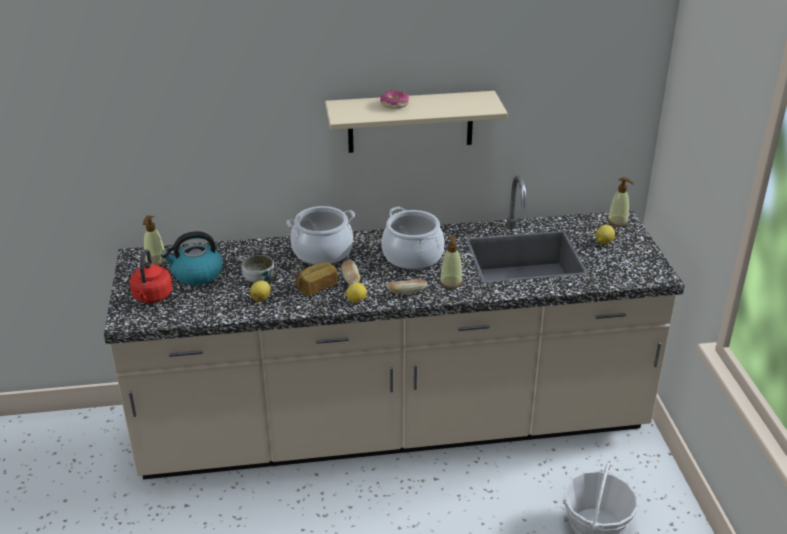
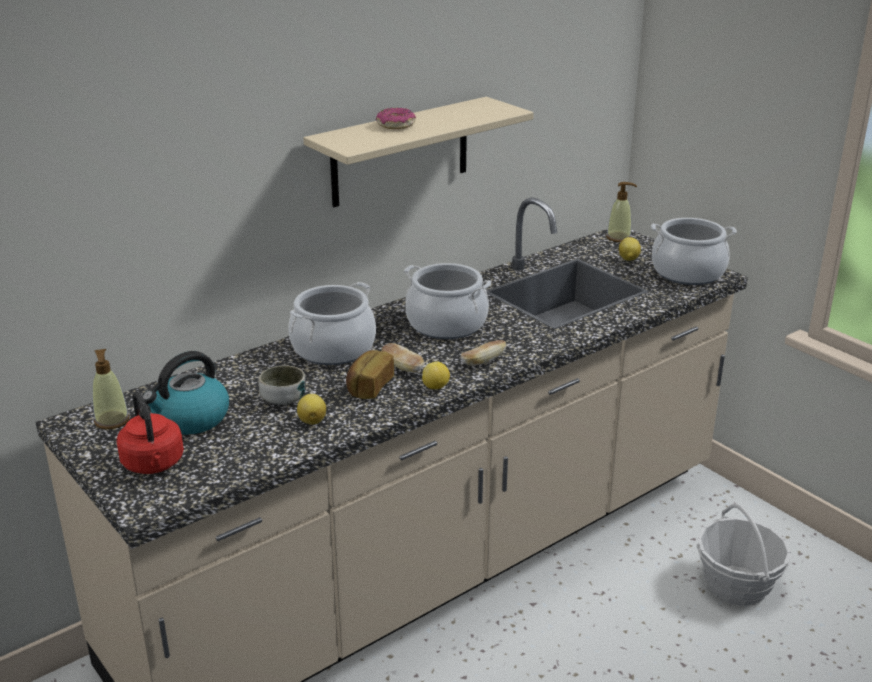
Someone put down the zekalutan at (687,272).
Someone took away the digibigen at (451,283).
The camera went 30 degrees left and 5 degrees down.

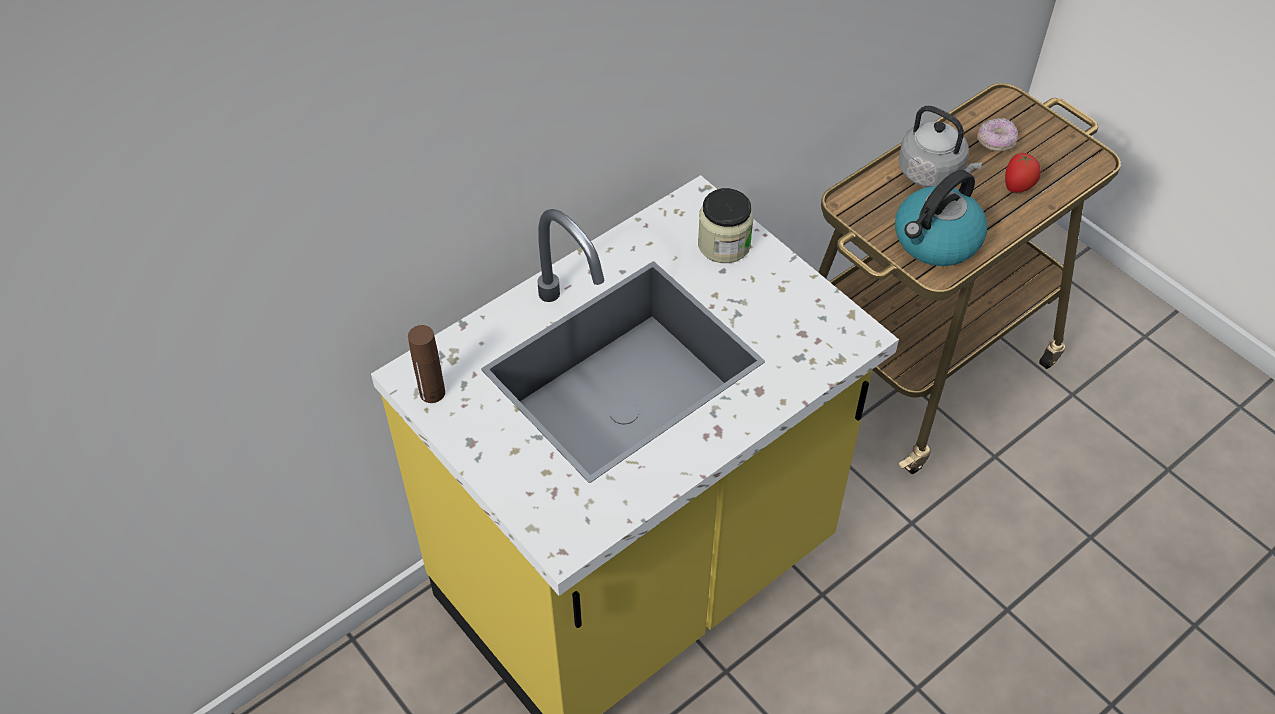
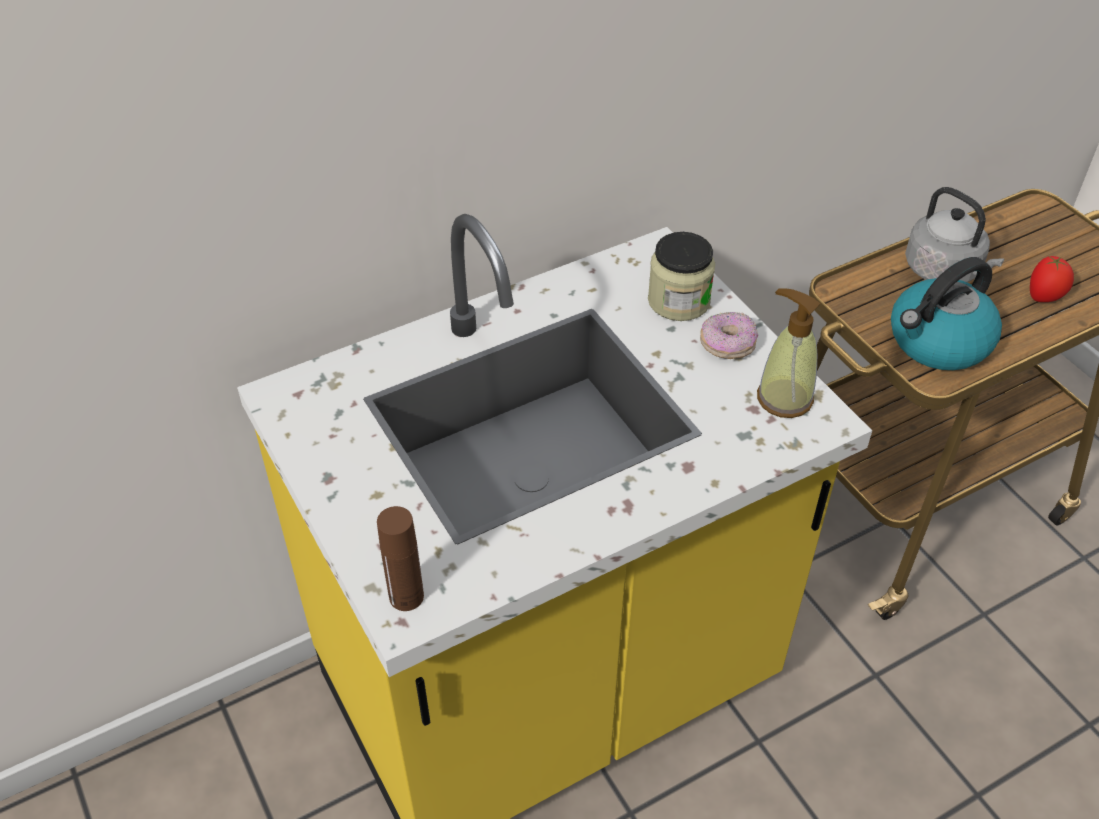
Someone carried the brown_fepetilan from (432,392) to (406,596).
Someone carried the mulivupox from (996,142) to (727,345).
Someone put down the digibigen at (784,398).
The camera went 10 degrees right and 5 degrees down.

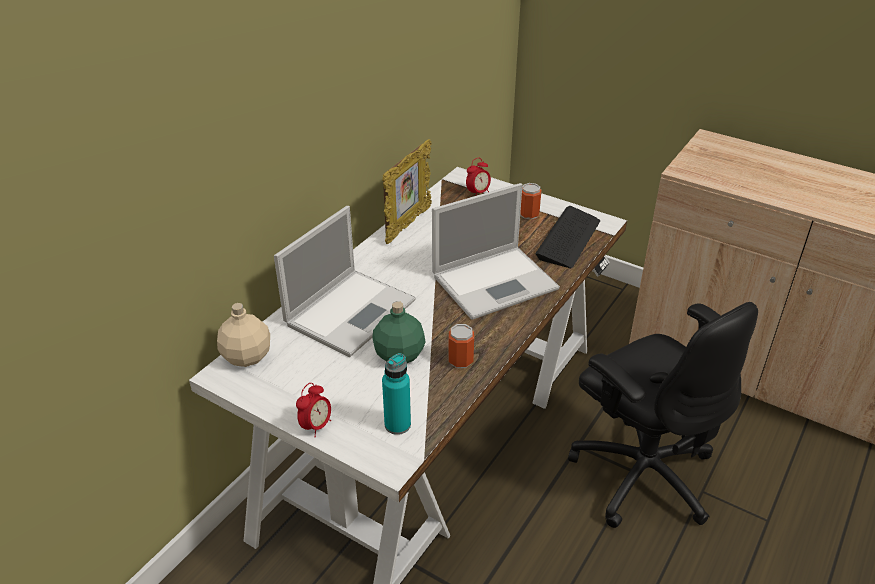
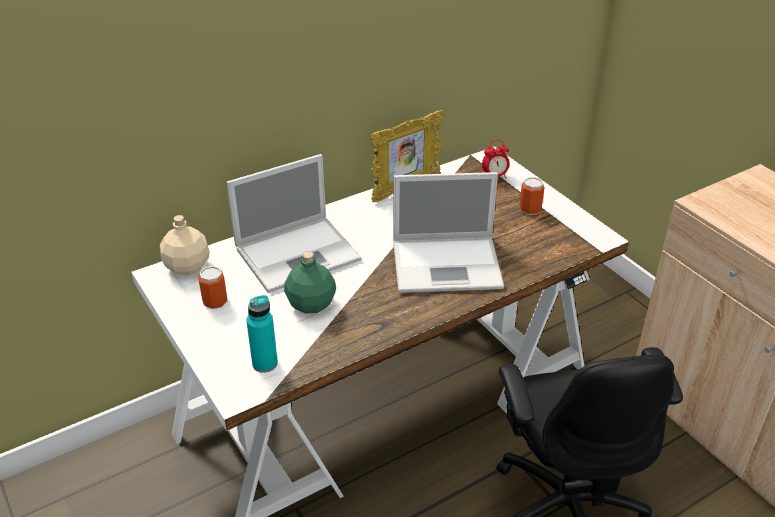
Someone carried the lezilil from (460,360) to (215,302).
Someone took away the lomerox at (316,426).
Someone took away the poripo at (568,239).
The camera went 25 degrees right and 0 degrees up.

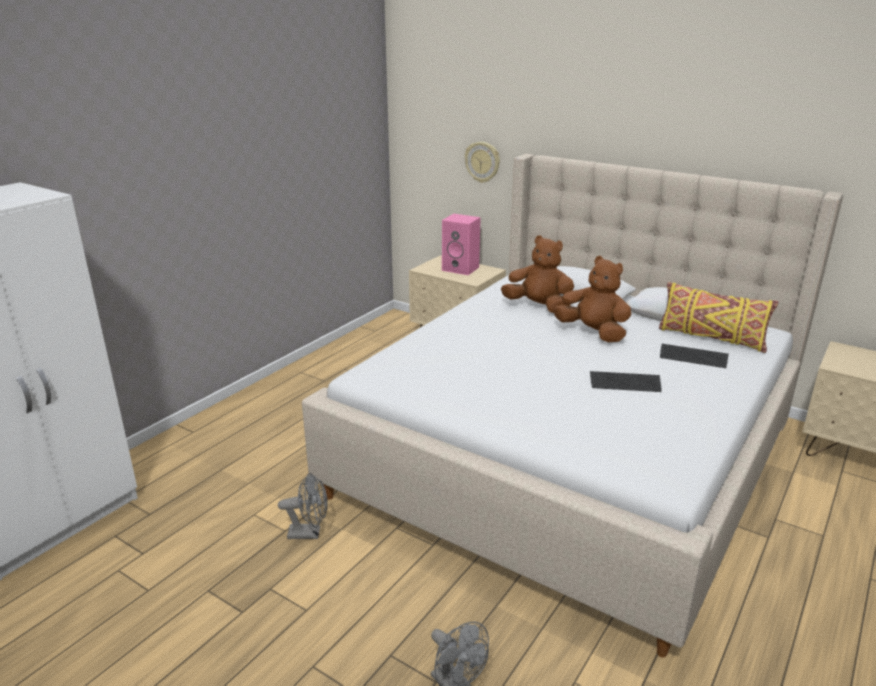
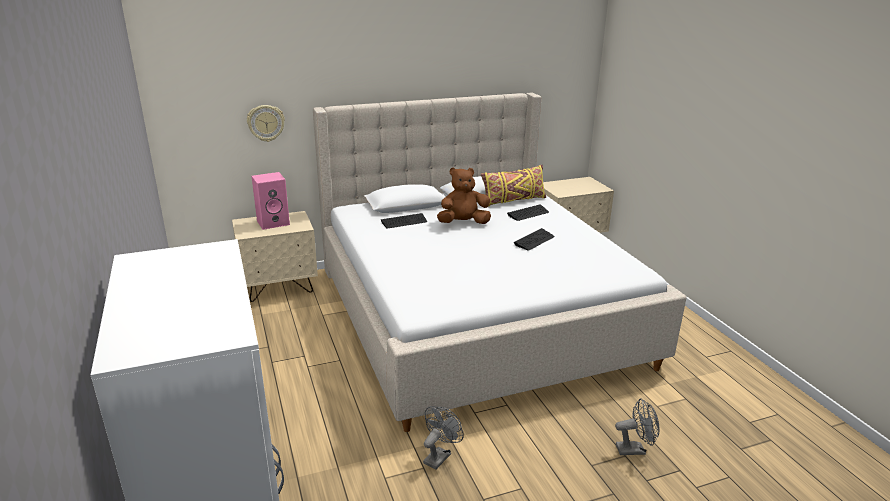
Someone swapped the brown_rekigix at (538,307) for the poripo at (404,222).
The camera went 55 degrees left and 0 degrees up.

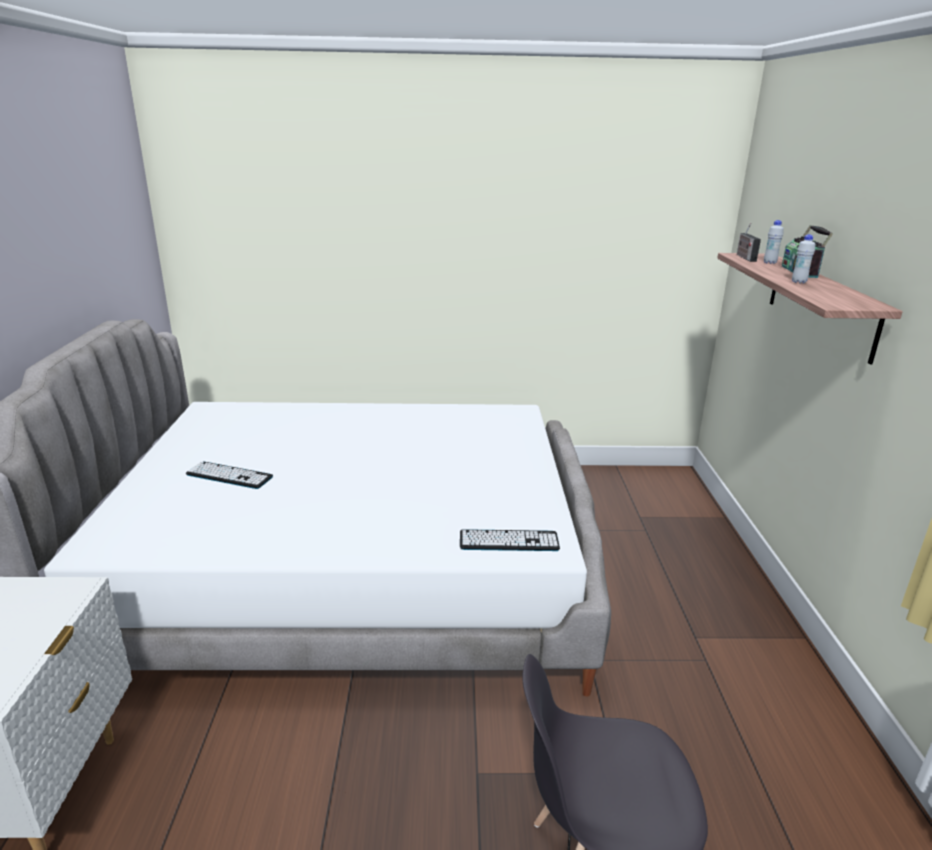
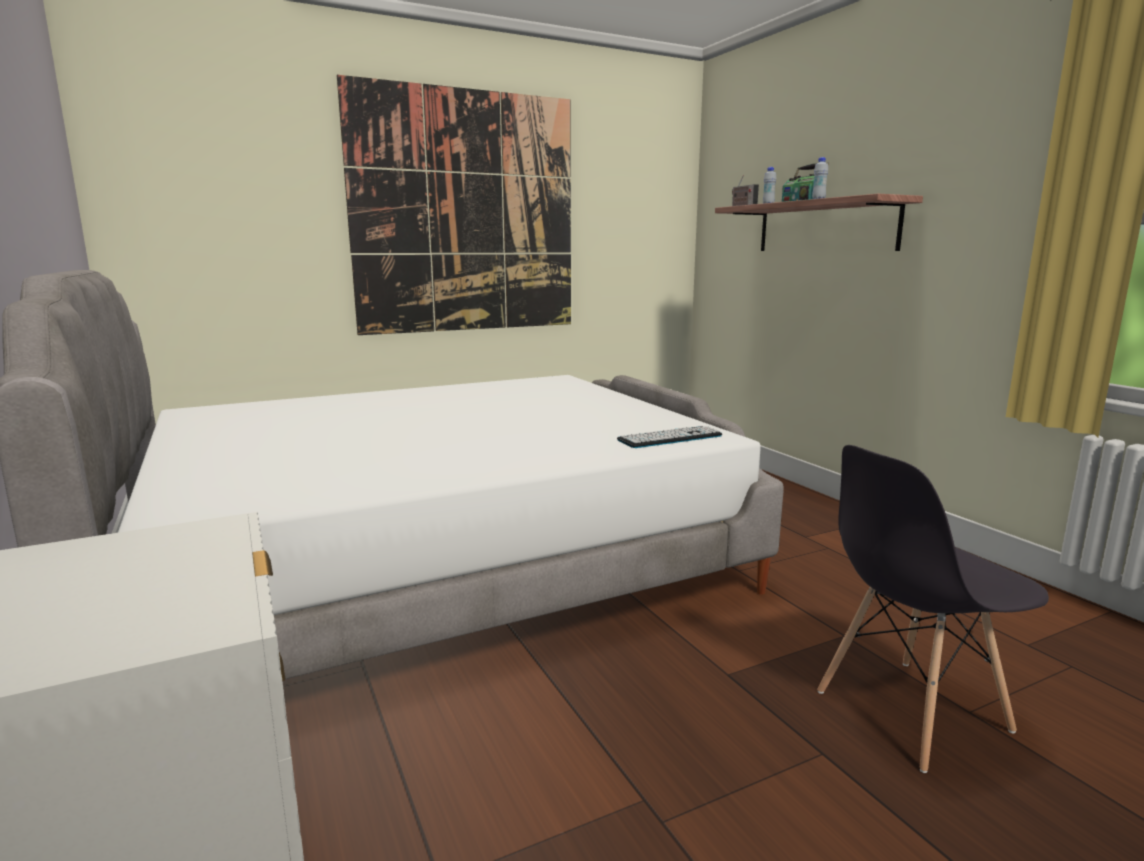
Someone put up the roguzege at (466,213).
Someone took away the poripo at (229,476).
The camera went 25 degrees left and 10 degrees down.

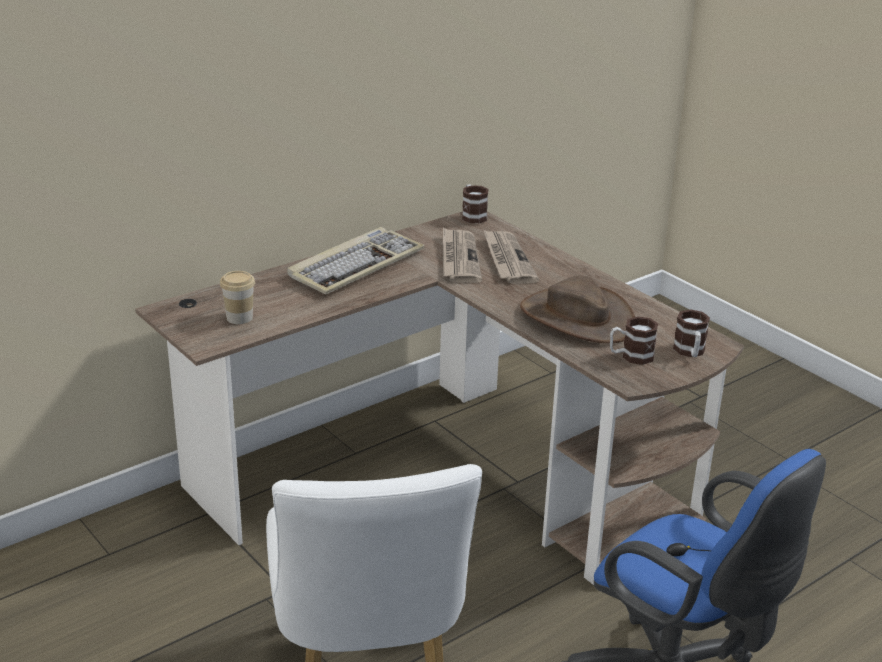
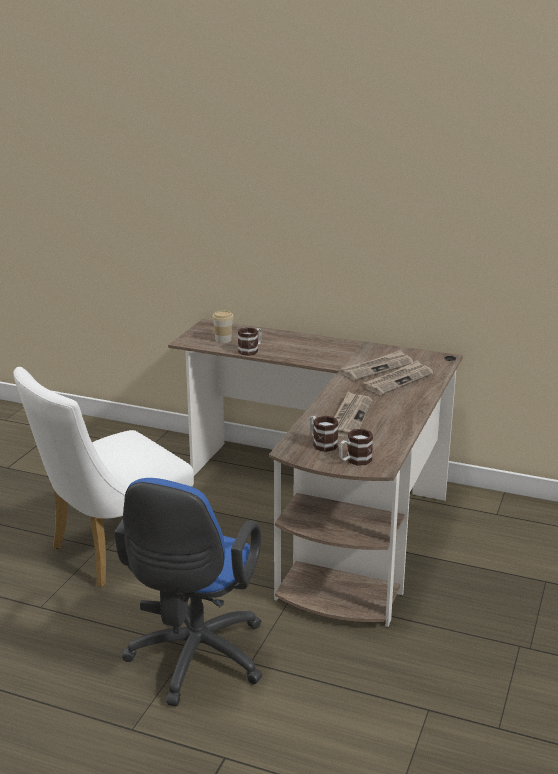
Someone carried the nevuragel from (472,215) to (251,350).
Someone swapped the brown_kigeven at (576,318) for the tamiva at (350,417).
Someone took away the poripo at (356,265).
The camera went 60 degrees right and 5 degrees down.

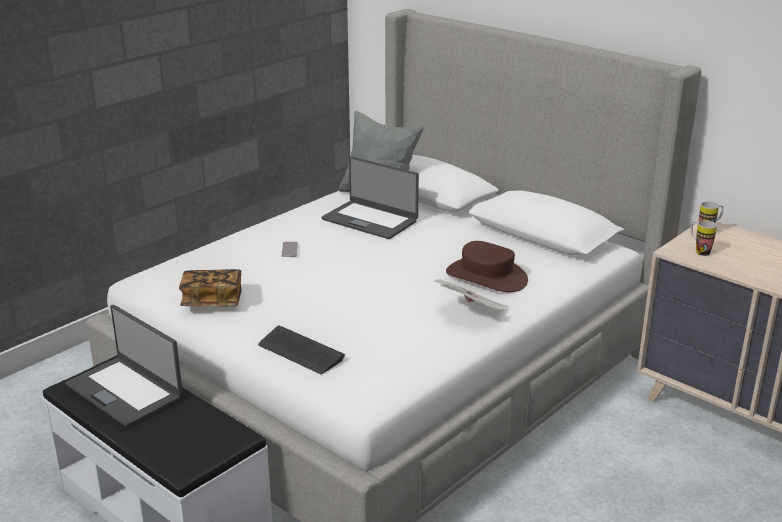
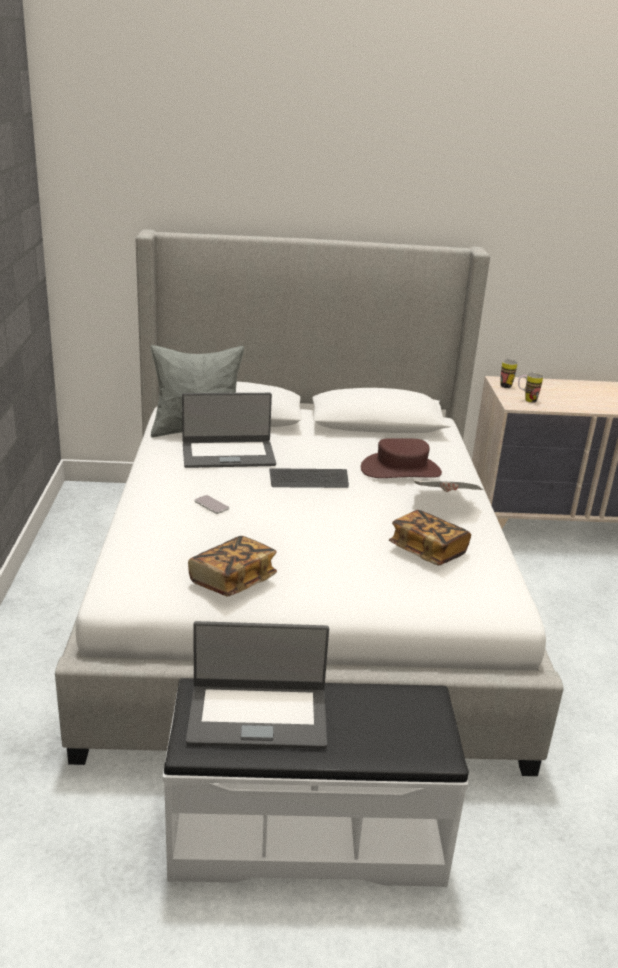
Someone carried the poripo from (300,351) to (308,480).
Someone put down the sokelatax at (427,551).
The camera went 45 degrees left and 0 degrees up.

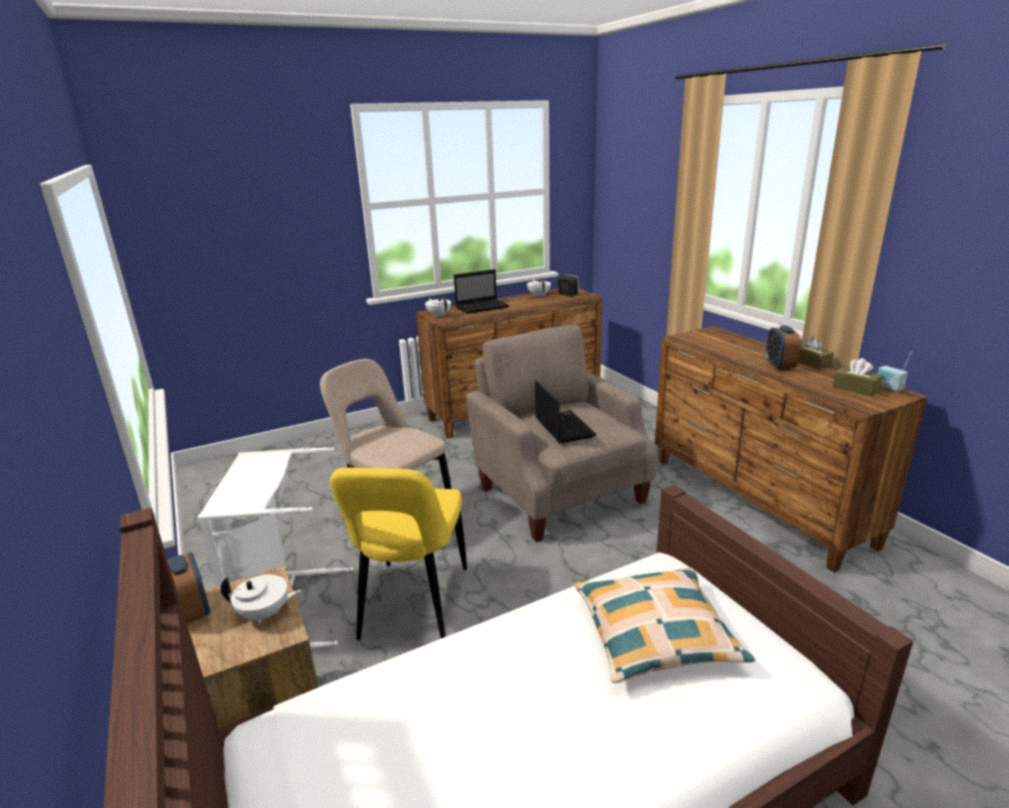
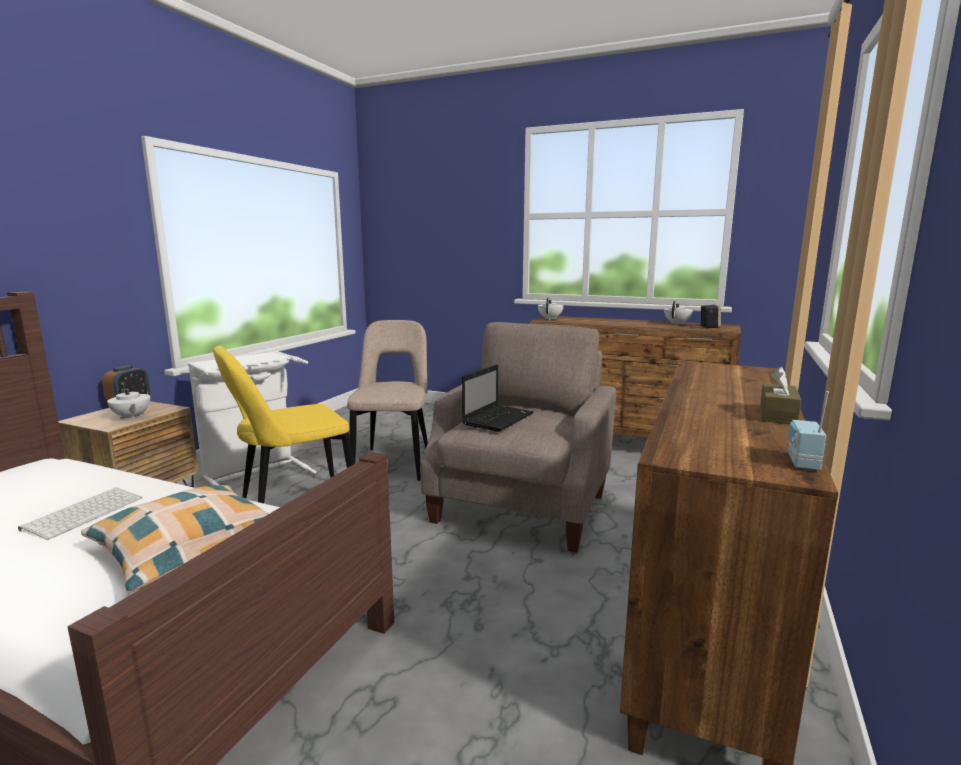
Someone put down the poripo at (84,512).
Someone took away the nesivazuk at (483,307).
Someone took away the lomerox at (779,366).
Someone took away the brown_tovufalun at (855,388).
The camera went 50 degrees right and 10 degrees down.

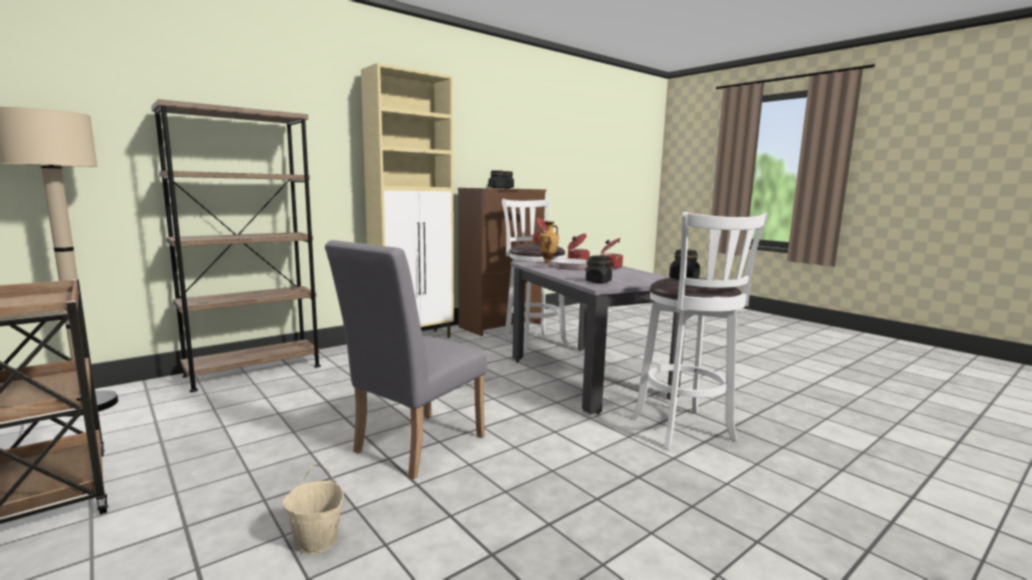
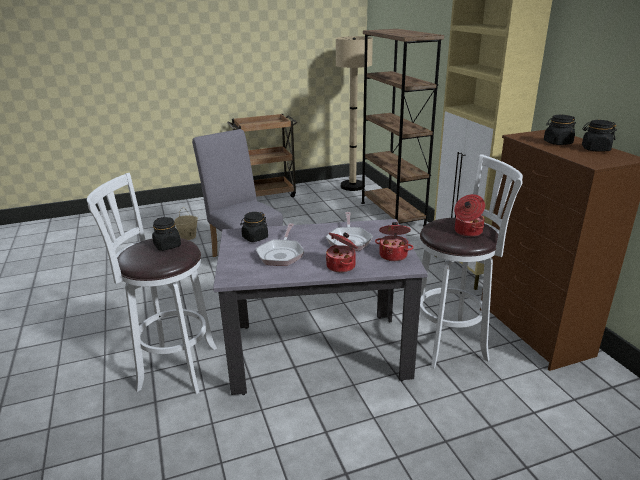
Someone put down the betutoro at (281,254).
Someone took away the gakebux at (548,263).
The camera went 110 degrees right and 15 degrees up.

